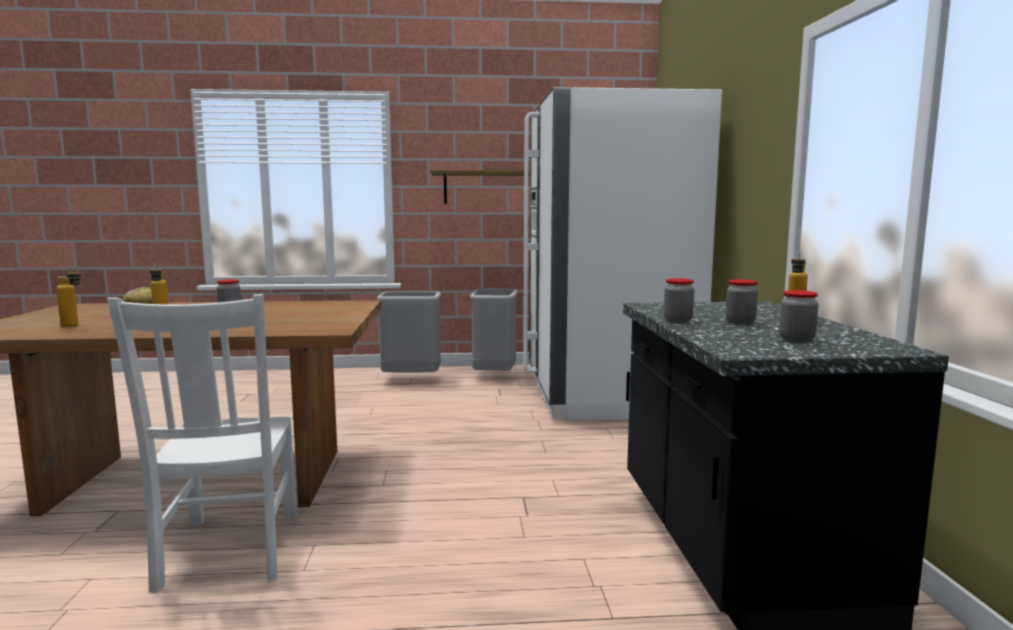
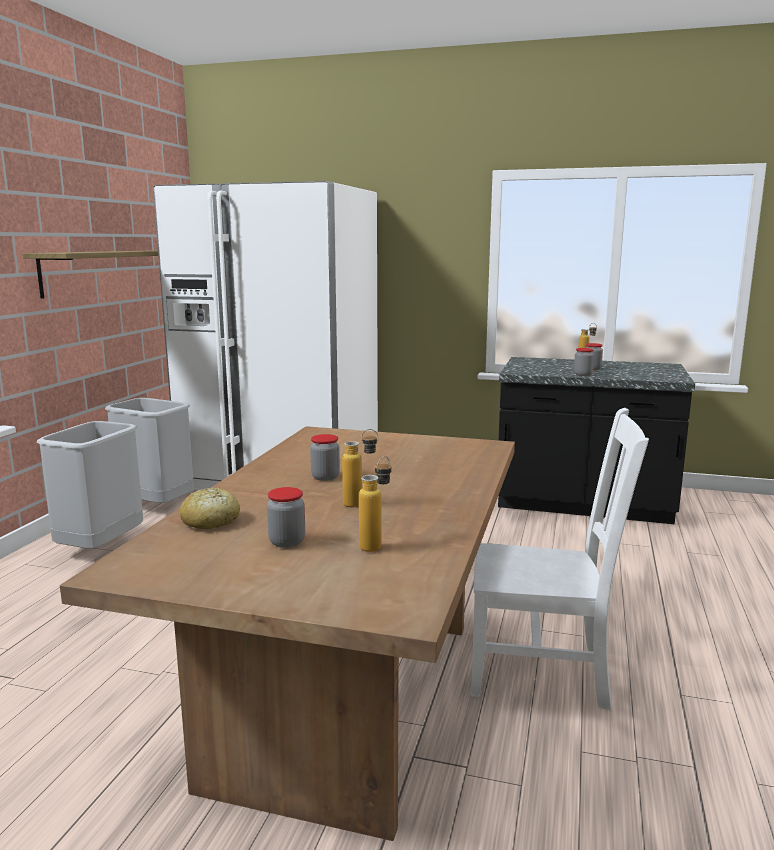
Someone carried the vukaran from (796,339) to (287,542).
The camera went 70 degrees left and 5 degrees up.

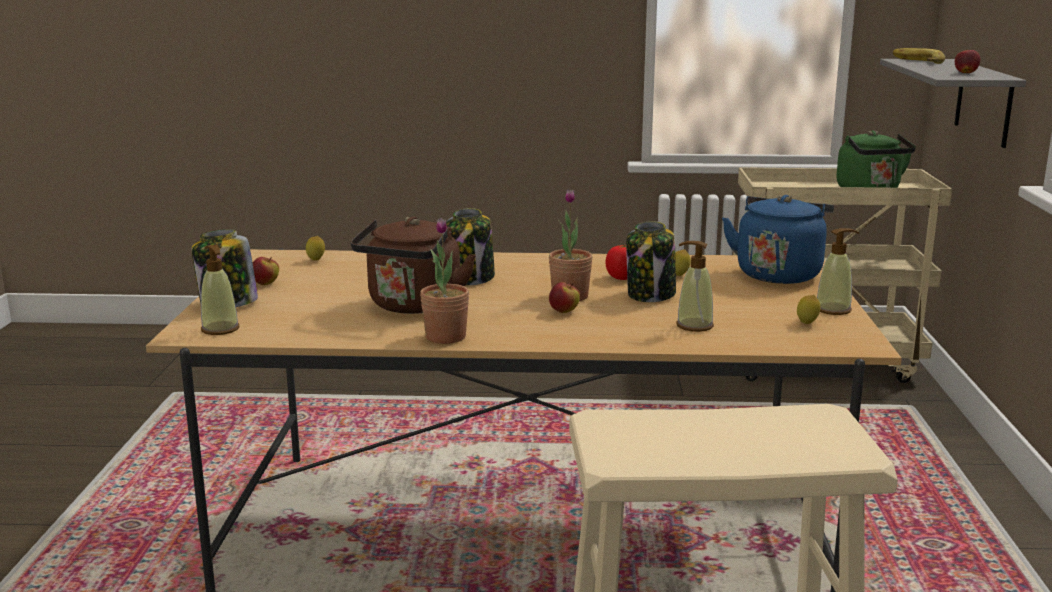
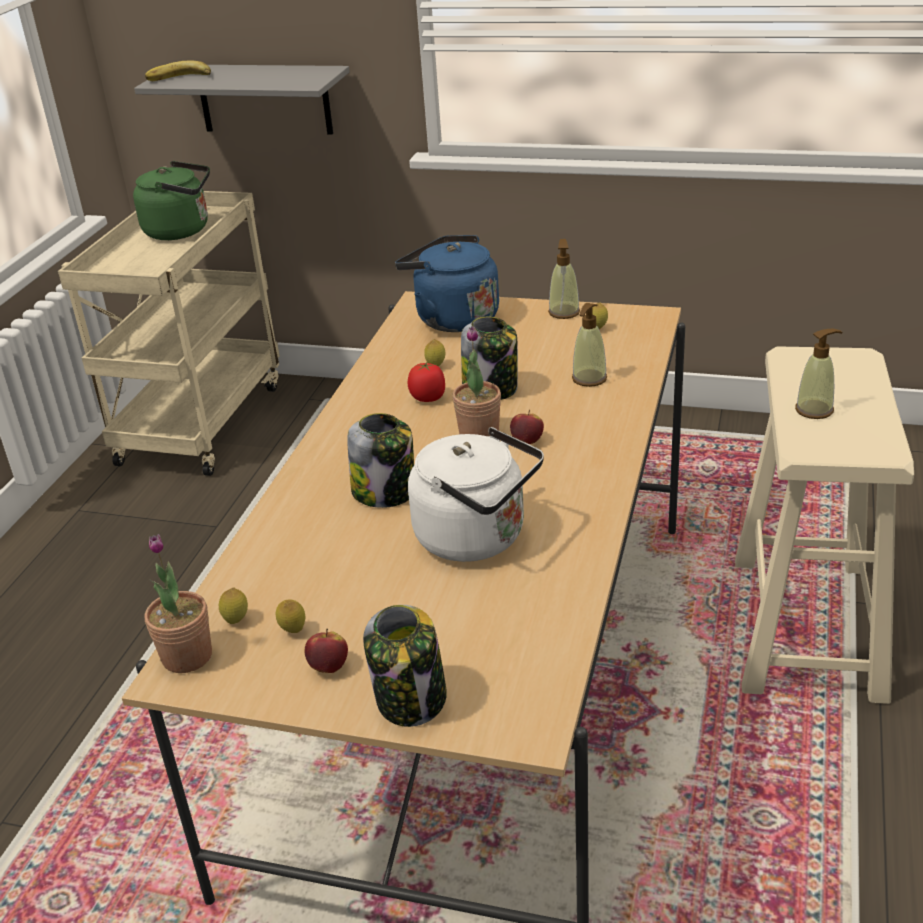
Someone carried the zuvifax from (445,337) to (187,656).
Someone put down the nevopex at (293,631).
Someone repainted the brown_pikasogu at (413,306), which became the white_pikasogu at (477,538).
Someone carried the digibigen from (220,329) to (814,410).
Someone took away the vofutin at (965,73).
The camera went 75 degrees left and 15 degrees up.

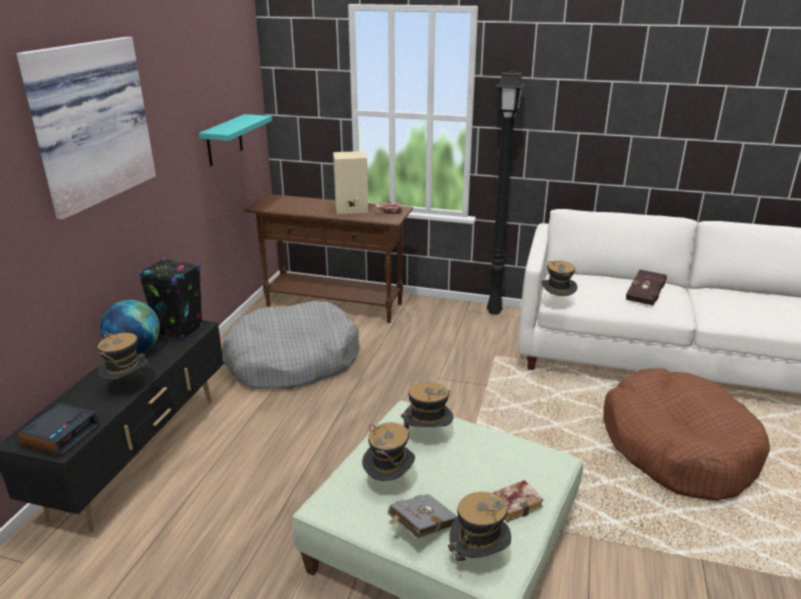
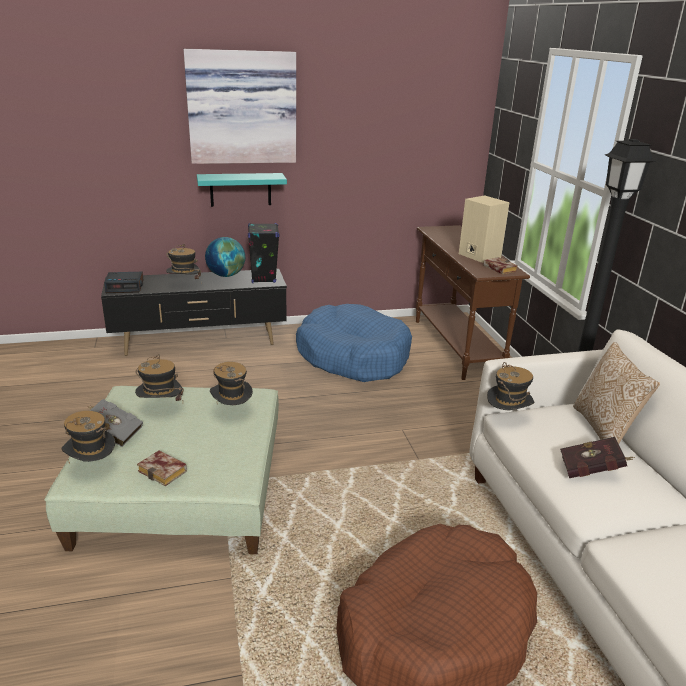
Someone carried the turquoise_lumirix from (224,140) to (240,189).
Someone repainted the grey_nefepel at (292,361), which became the blue_nefepel at (353,356).
Someone put down the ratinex at (604,429).
The camera went 60 degrees right and 0 degrees up.

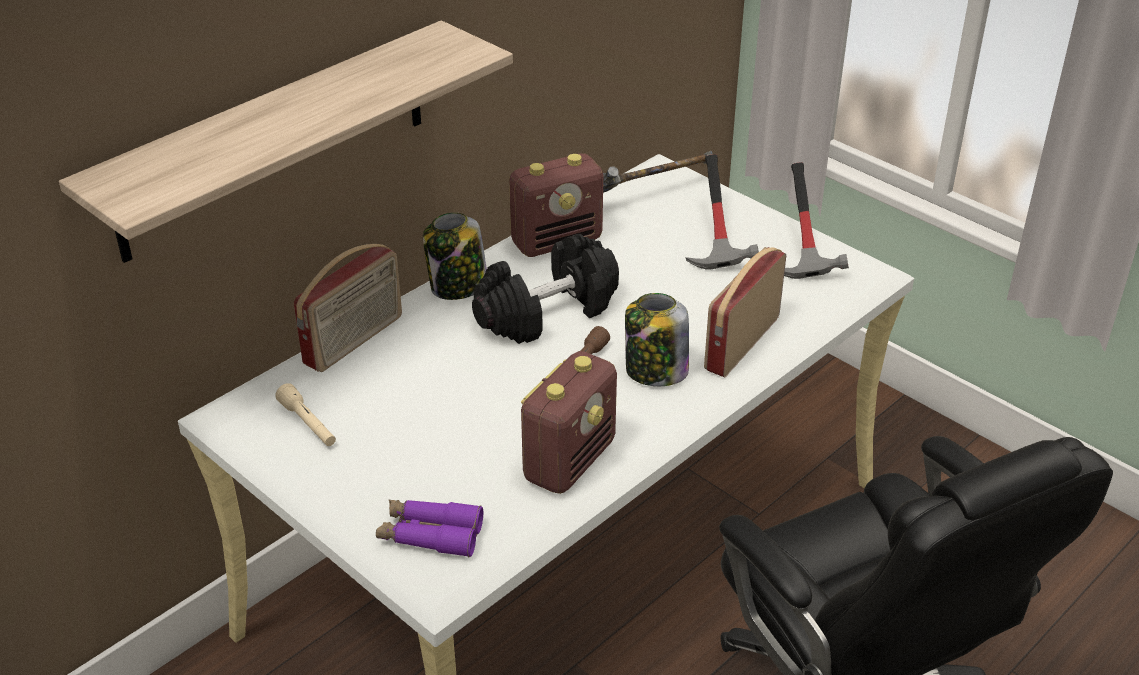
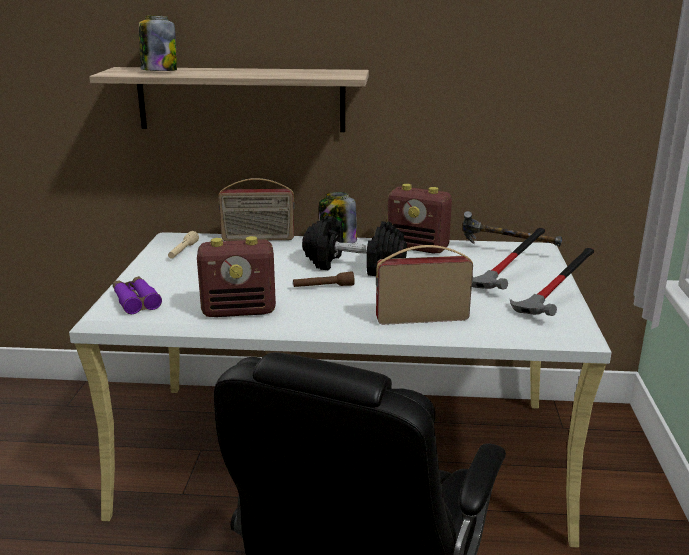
Someone carried the vukaran from (655,371) to (159,71).
The camera went 50 degrees right and 15 degrees down.

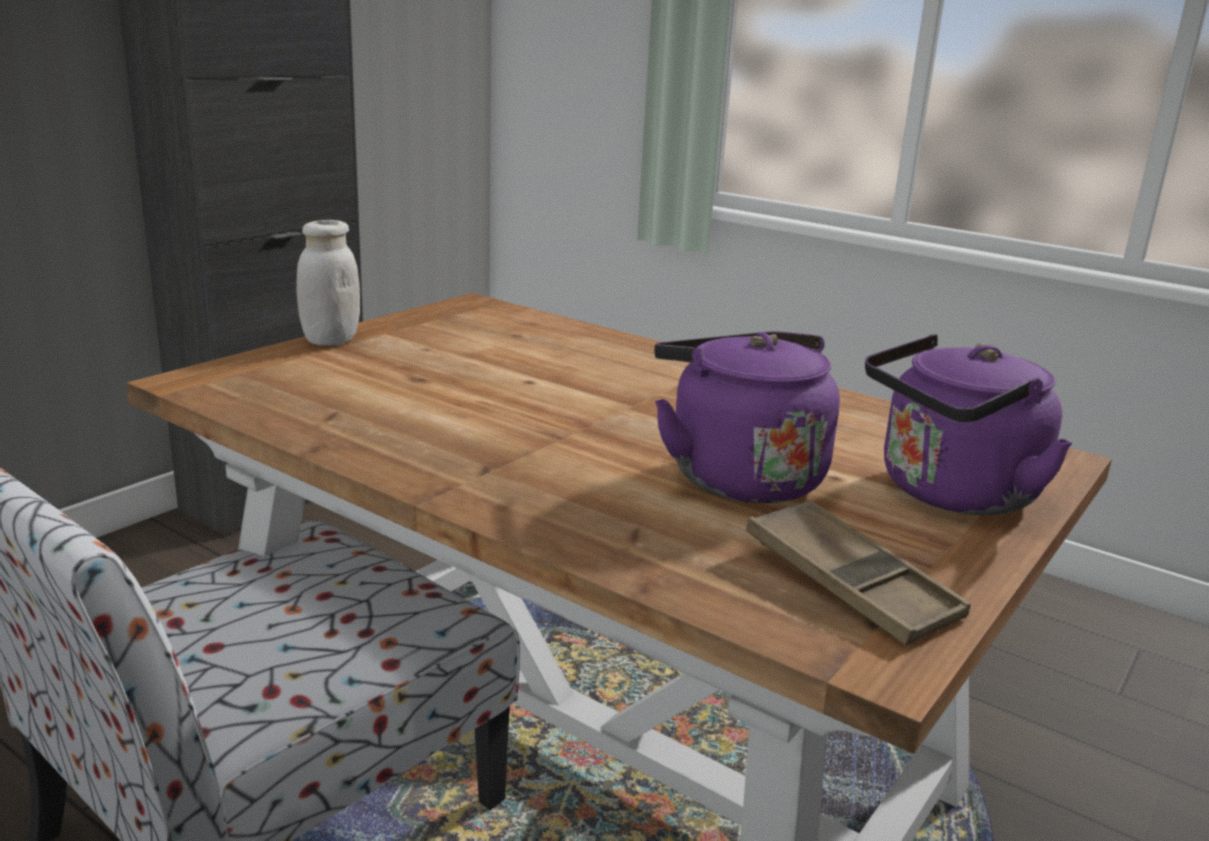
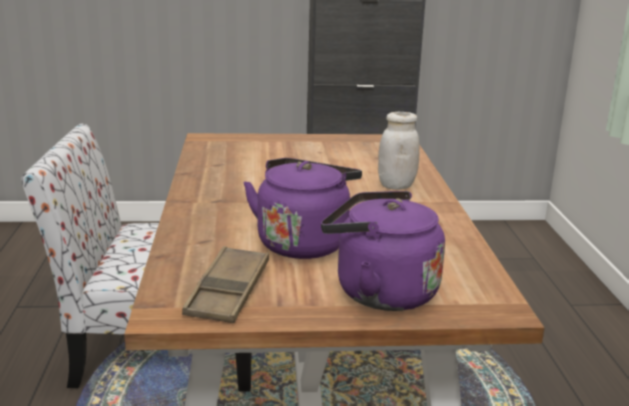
Someone carried the white_vukaran from (330,340) to (396,185).
The camera went 50 degrees right and 0 degrees up.

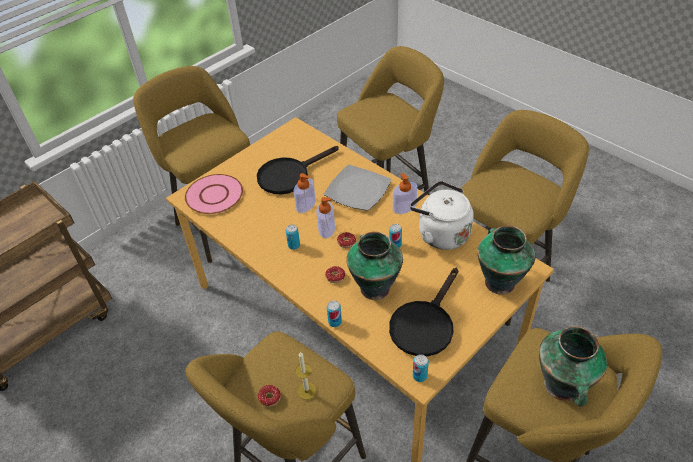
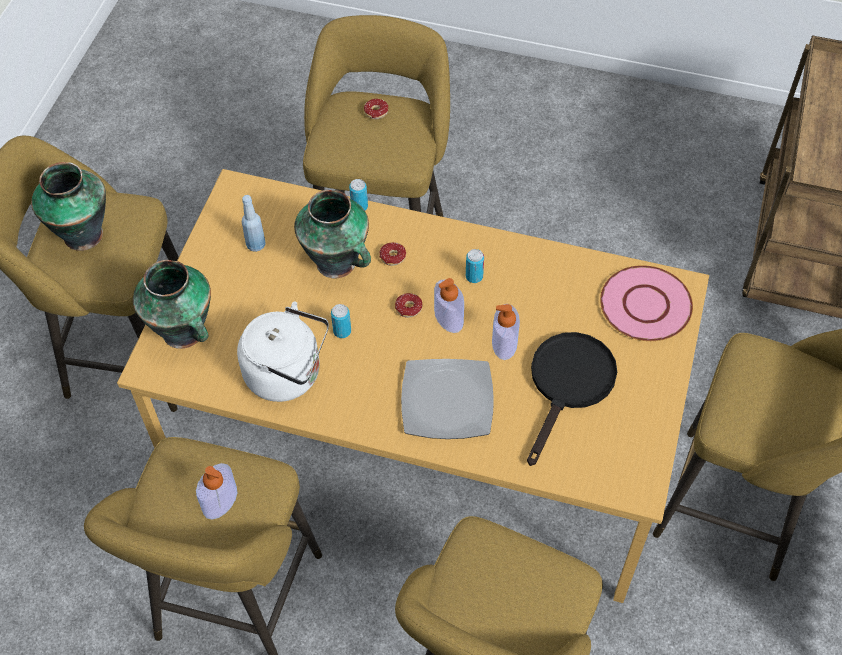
Someone carried the digibigen from (404,207) to (220,501).
Someone swapped the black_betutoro at (424,323) for the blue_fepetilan at (256,245).
Someone took away the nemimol at (307,391).
Someone took away the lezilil at (419,376).
The camera went 150 degrees right and 10 degrees up.

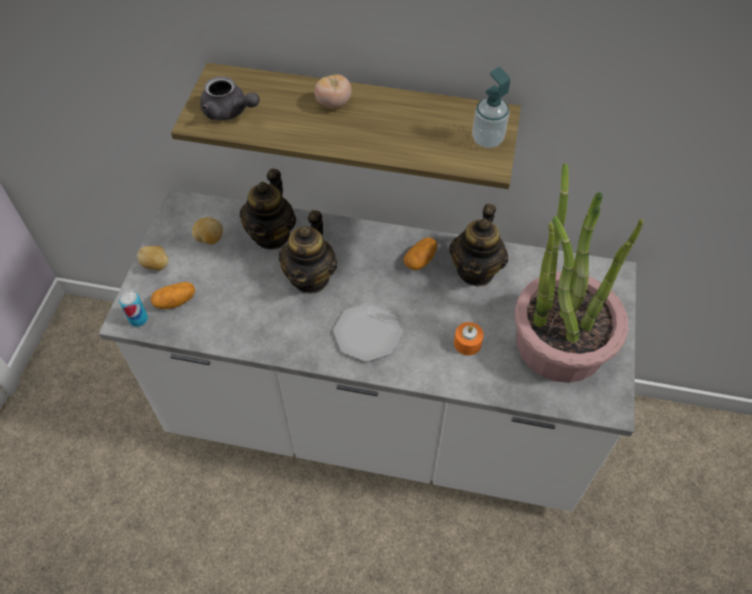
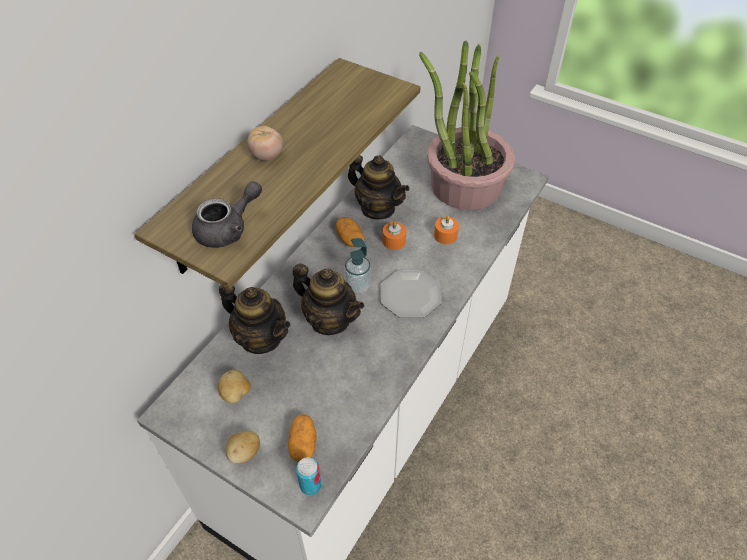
Someone carried the digibigen from (487,139) to (358,286).
Someone put down the orange_nemimol at (394,241).
The camera went 70 degrees left and 5 degrees down.

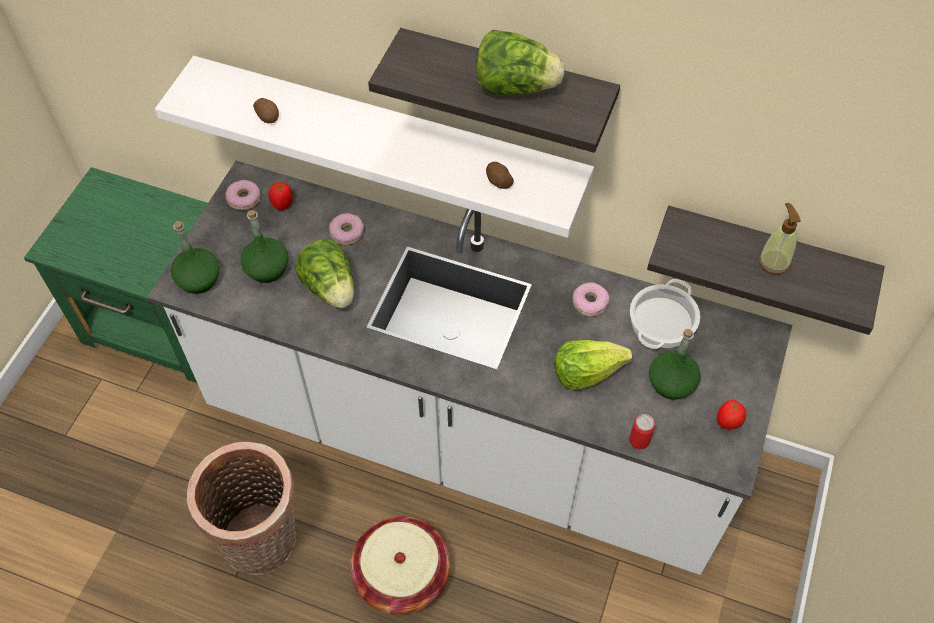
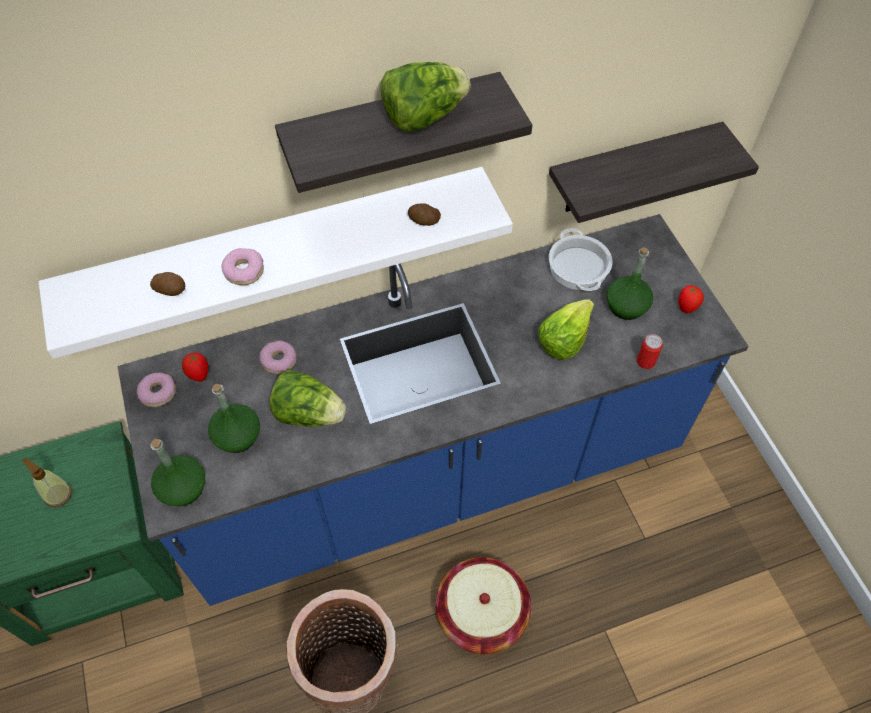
Someone carried the digibigen from (774,261) to (58,494).
Someone repainted the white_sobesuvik at (467,436), which became the blue_sobesuvik at (435,474).
Someone carried the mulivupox from (590,303) to (244,271).
The camera went 40 degrees left and 0 degrees up.

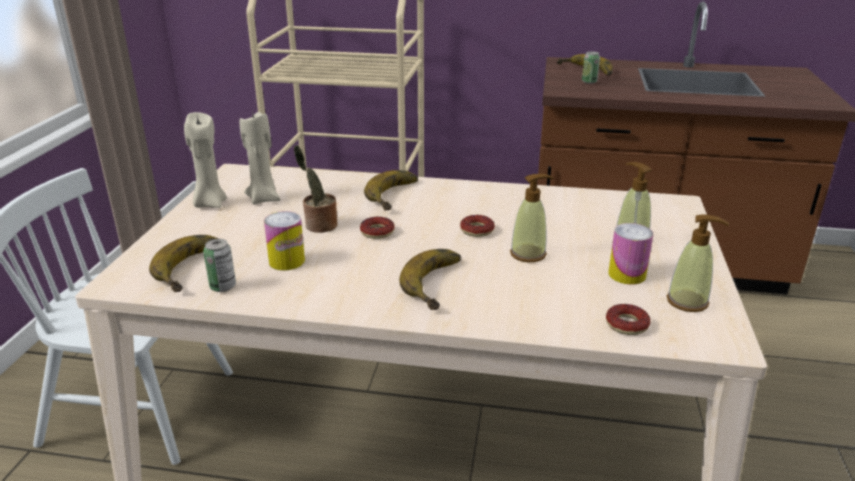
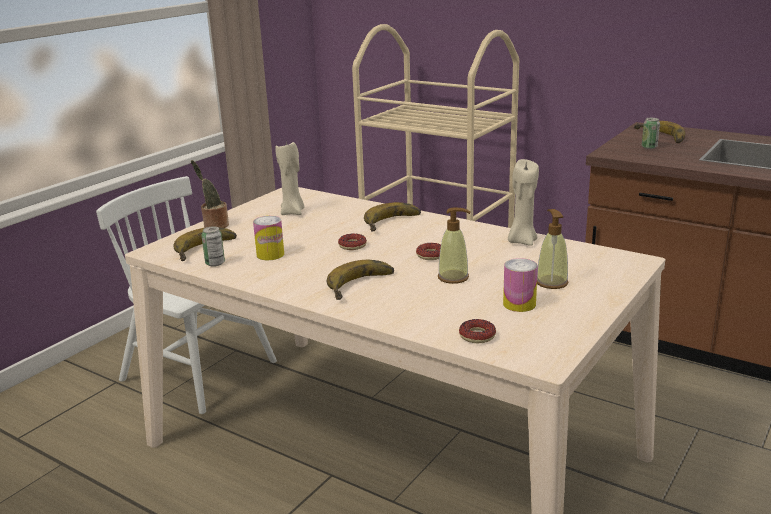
Someone carried the zuvifax from (319,226) to (214,225).
Someone carried the beige_nemimol from (210,204) to (521,241).
Someone took away the digibigen at (687,302).
The camera went 25 degrees right and 5 degrees down.

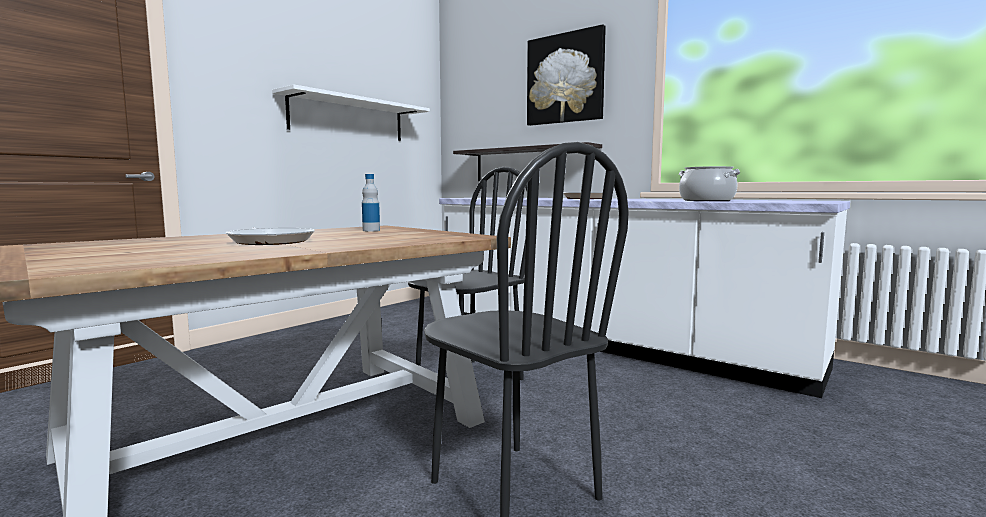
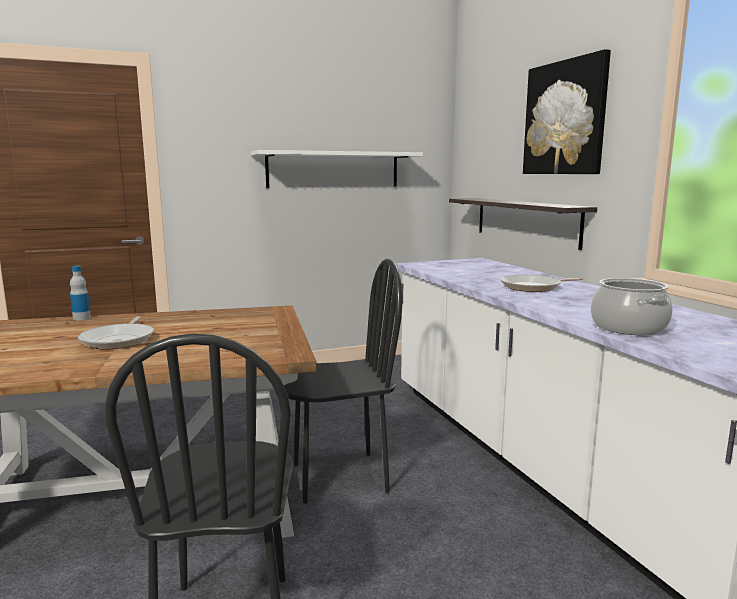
Someone carried the fepetilan from (371,230) to (81,318).
The camera went 30 degrees right and 5 degrees up.

